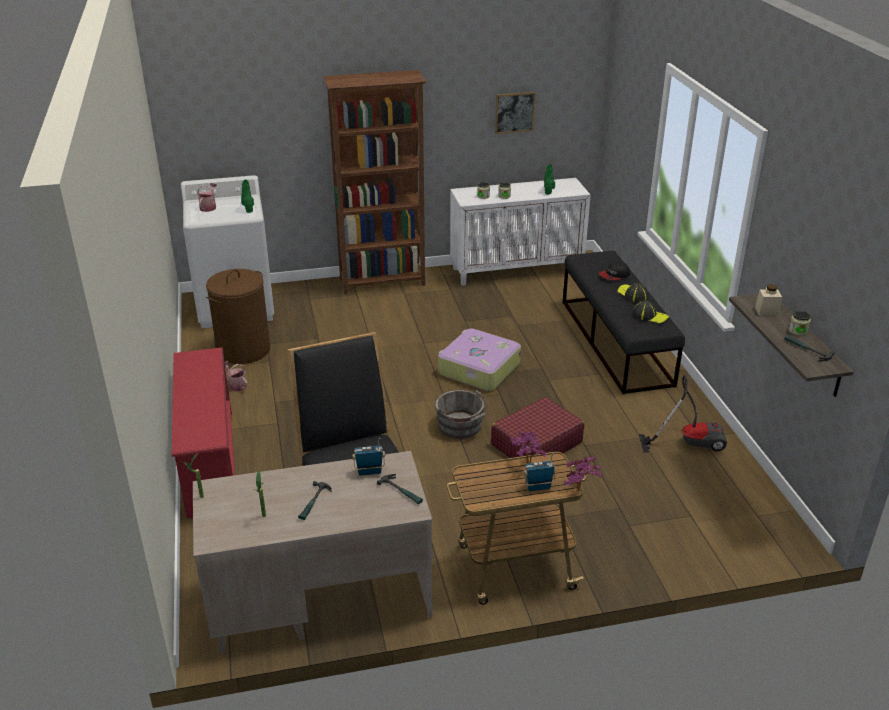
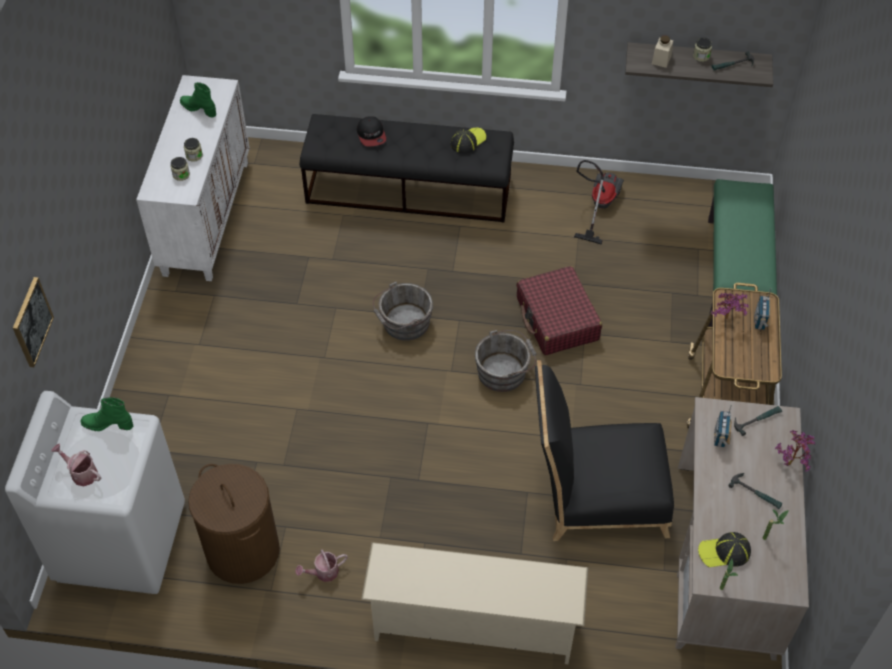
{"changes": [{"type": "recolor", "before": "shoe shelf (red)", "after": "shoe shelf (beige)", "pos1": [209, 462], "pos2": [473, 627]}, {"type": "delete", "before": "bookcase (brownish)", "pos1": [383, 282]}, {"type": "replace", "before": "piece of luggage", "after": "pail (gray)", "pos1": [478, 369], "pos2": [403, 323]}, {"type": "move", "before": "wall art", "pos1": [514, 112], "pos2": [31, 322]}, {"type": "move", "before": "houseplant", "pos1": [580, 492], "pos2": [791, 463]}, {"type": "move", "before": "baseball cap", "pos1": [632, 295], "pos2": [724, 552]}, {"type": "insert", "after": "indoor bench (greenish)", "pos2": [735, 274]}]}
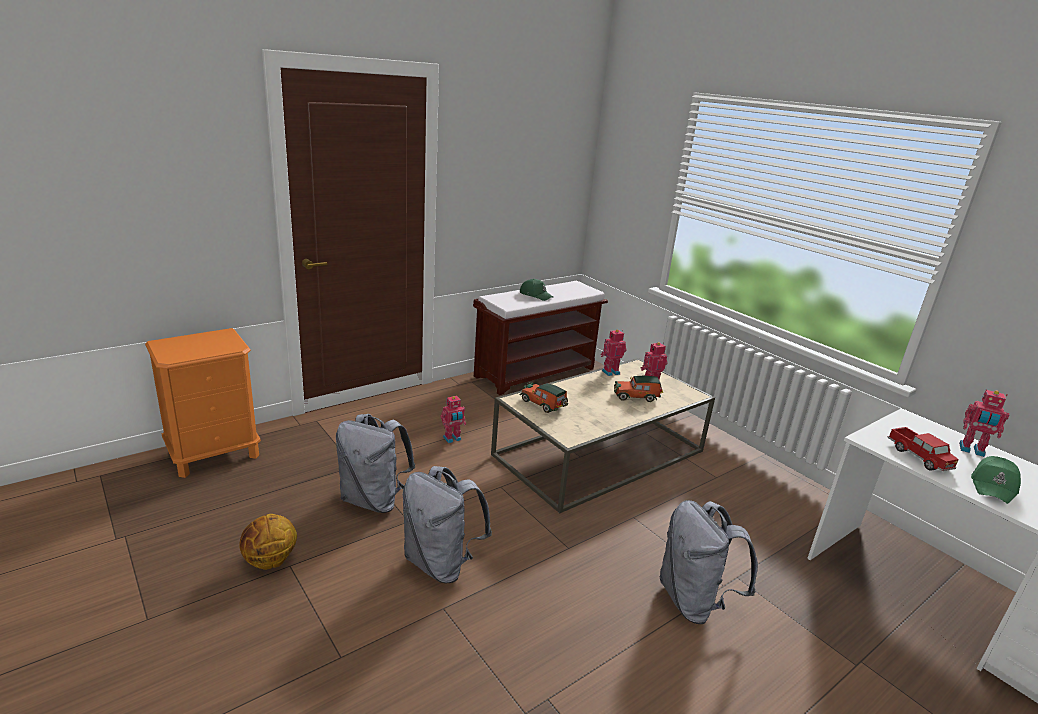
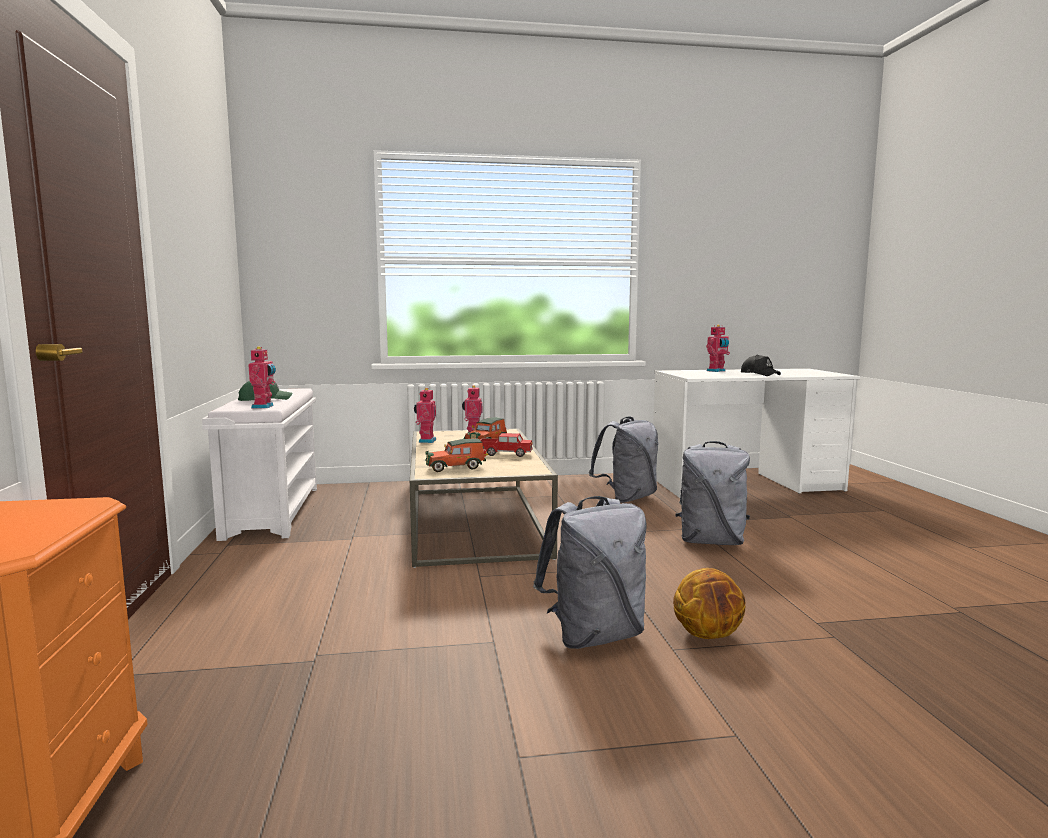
{"changes": [{"type": "move", "before": "ball for basketball", "pos1": [270, 561], "pos2": [708, 635]}, {"type": "move", "before": "rucksack (gray)", "pos1": [374, 500], "pos2": [627, 498]}, {"type": "move", "before": "model robot", "pos1": [452, 439], "pos2": [264, 407]}, {"type": "recolor", "before": "indoor bench (brownish)", "after": "indoor bench (white-coloured)", "pos1": [536, 372], "pos2": [272, 511]}, {"type": "move", "before": "model truck", "pos1": [919, 457], "pos2": [505, 454]}, {"type": "recolor", "before": "baseball cap (greenish)", "after": "baseball cap (blackish)", "pos1": [994, 486], "pos2": [760, 374]}]}
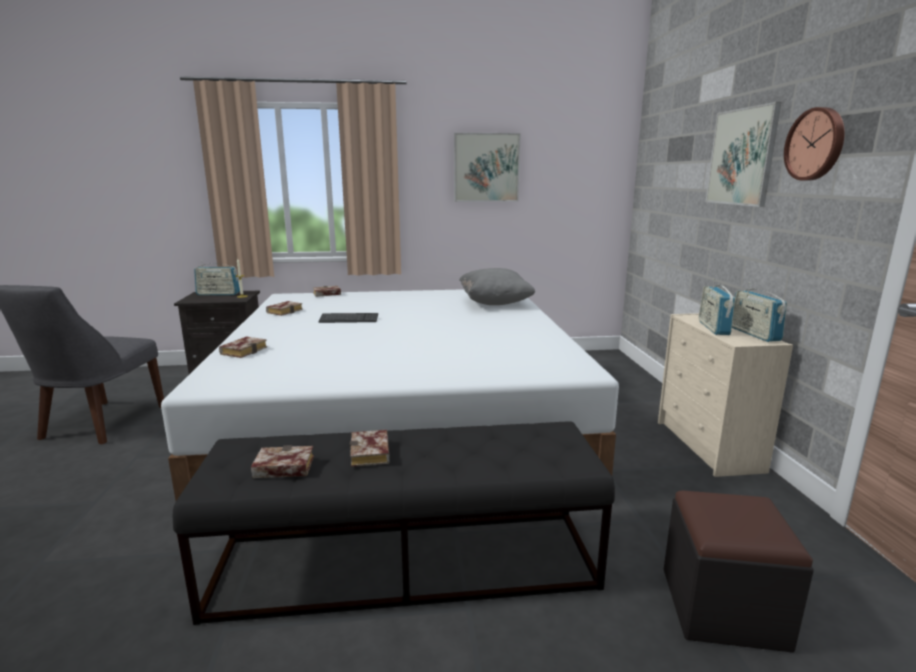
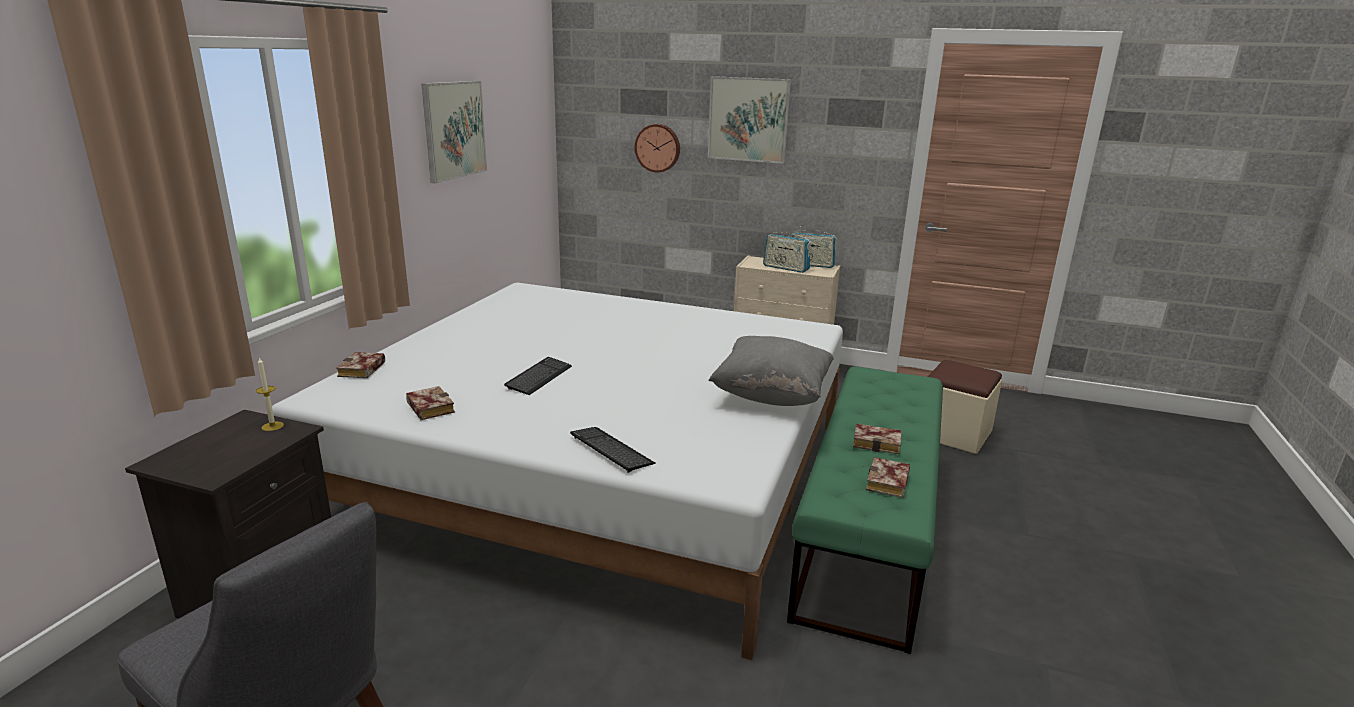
{"changes": [{"type": "recolor", "before": "indoor bench (blackish)", "after": "indoor bench (greenish)", "pos1": [407, 563], "pos2": [868, 528]}, {"type": "delete", "before": "radio", "pos1": [218, 294]}, {"type": "replace", "before": "bound book", "after": "PC keyboard", "pos1": [244, 350], "pos2": [611, 450]}, {"type": "move", "before": "throw pillow (gray)", "pos1": [495, 303], "pos2": [772, 396]}, {"type": "recolor", "before": "footrest (blackish)", "after": "footrest (beige)", "pos1": [722, 608], "pos2": [953, 434]}, {"type": "move", "before": "wall clock", "pos1": [816, 144], "pos2": [658, 148]}]}
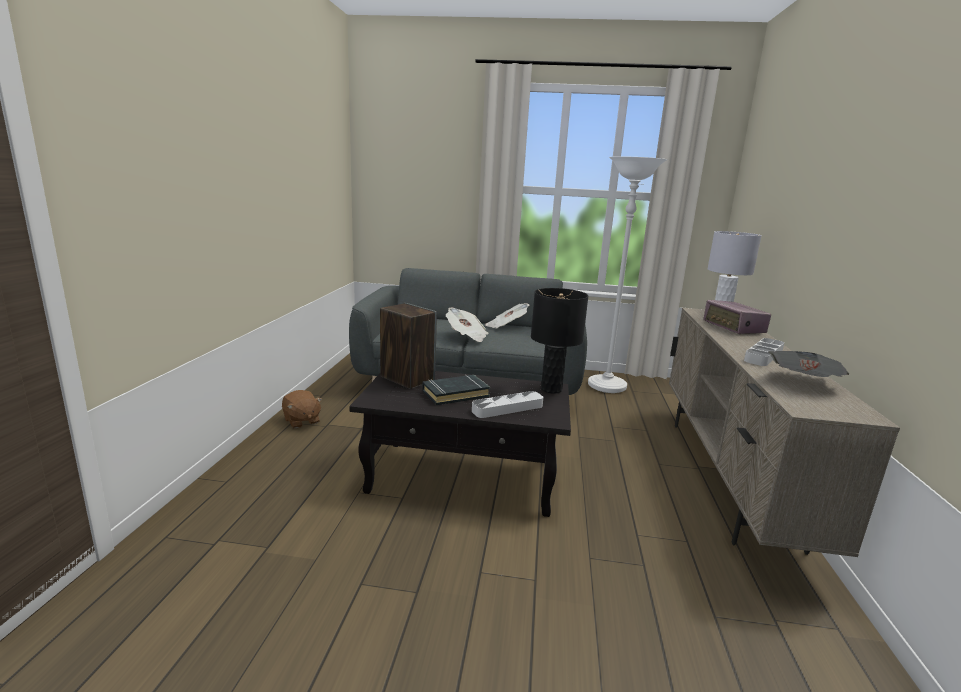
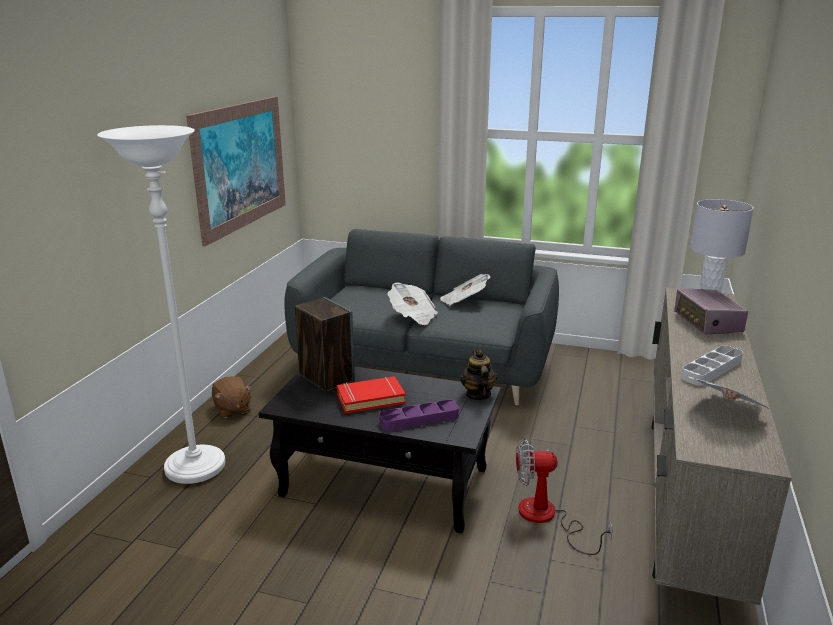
{"changes": [{"type": "recolor", "before": "bound book (blackish)", "after": "bound book (red)", "pos1": [455, 394], "pos2": [370, 399]}, {"type": "recolor", "before": "serving tray (gray)", "after": "serving tray (purple-coloured)", "pos1": [507, 408], "pos2": [419, 419]}, {"type": "replace", "before": "tabletop lamp (blackish)", "after": "pot for tea", "pos1": [551, 389], "pos2": [477, 395]}, {"type": "move", "before": "standing lamp (white-coloured)", "pos1": [607, 386], "pos2": [195, 467]}, {"type": "insert", "after": "wall art", "pos2": [241, 166]}, {"type": "insert", "after": "cooling fan", "pos2": [547, 518]}]}
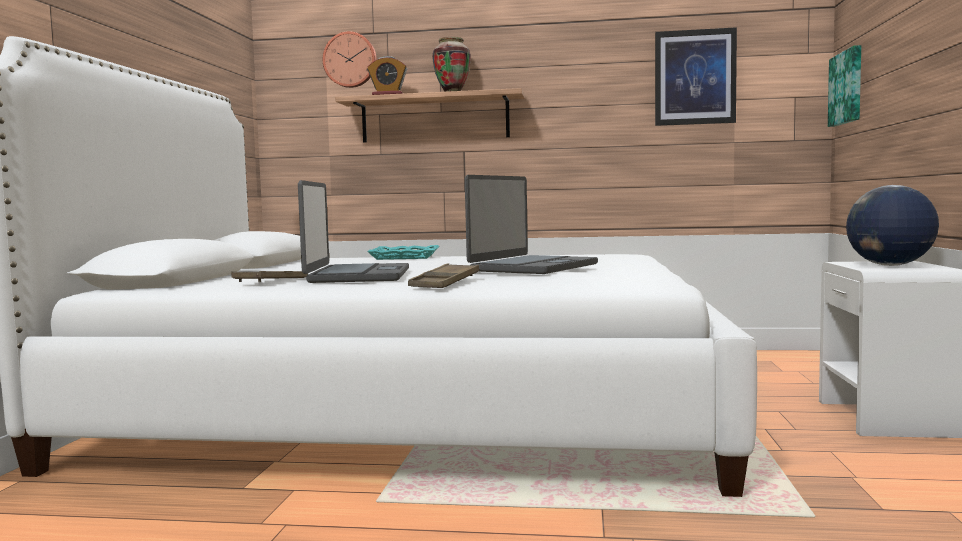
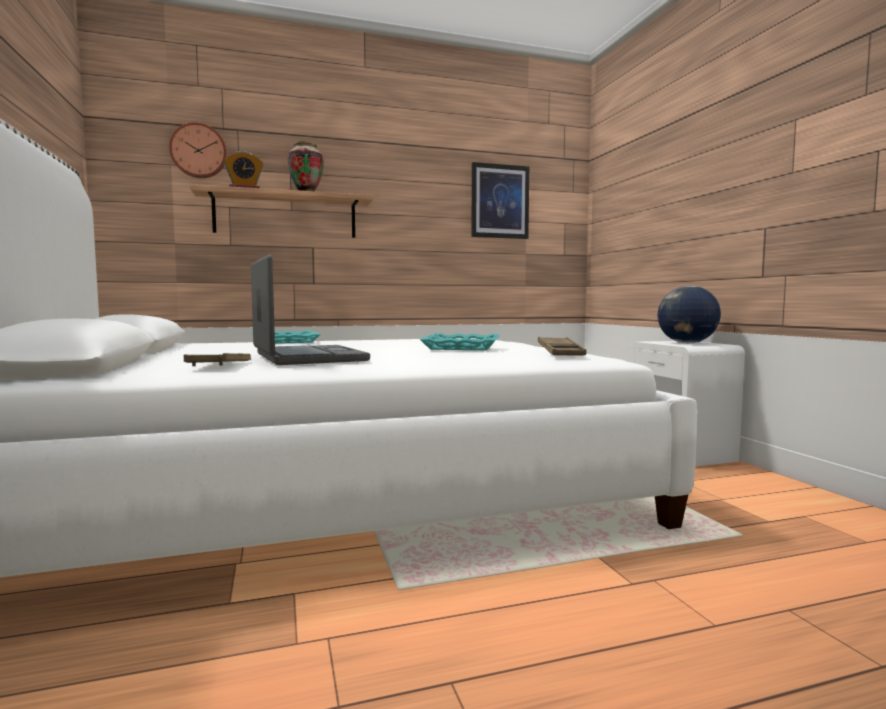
{"changes": [{"type": "move", "before": "serving tray (brownish)", "pos1": [445, 283], "pos2": [560, 352]}, {"type": "replace", "before": "notebook computer", "after": "serving tray (turquoise-coloured)", "pos1": [532, 267], "pos2": [461, 347]}, {"type": "delete", "before": "wall art", "pos1": [847, 88]}]}
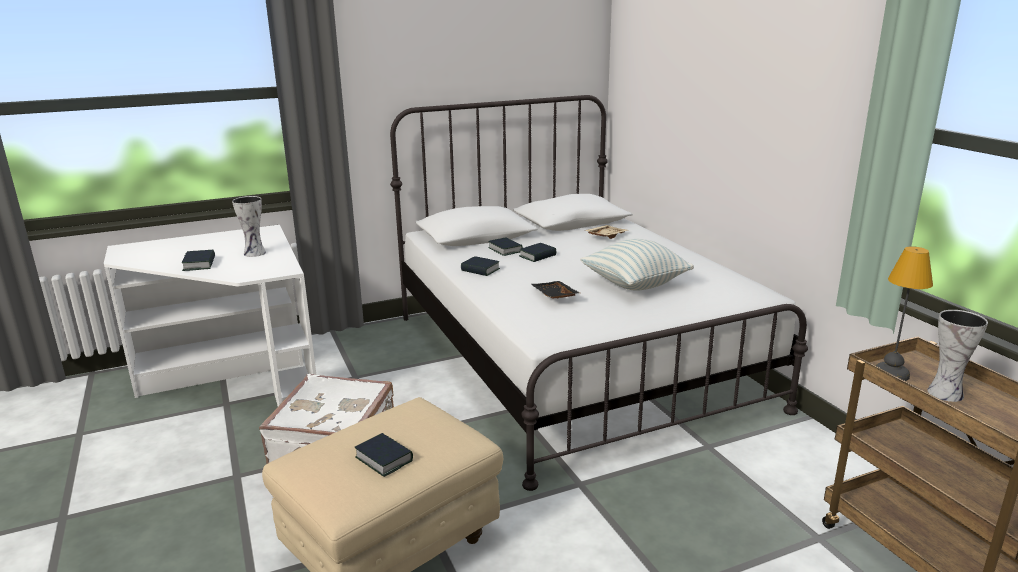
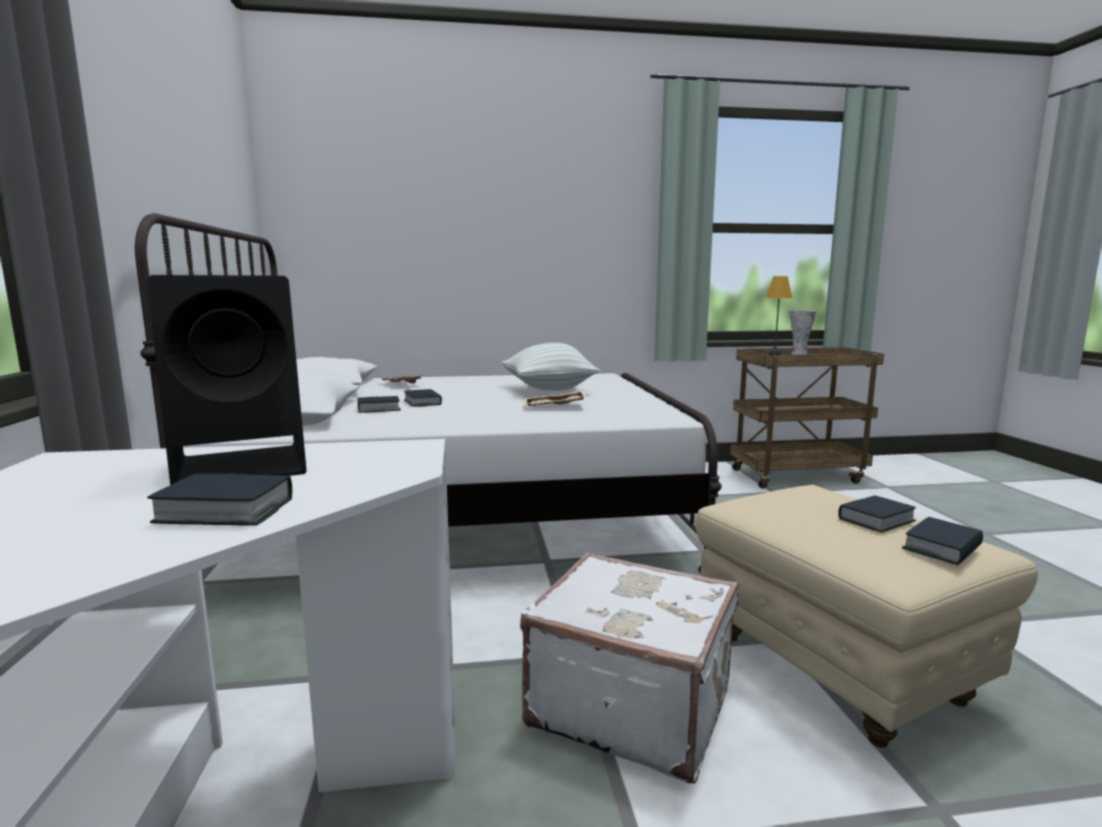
{"changes": [{"type": "replace", "before": "flower vase", "after": "audio speaker (blackish)", "pos1": [255, 253], "pos2": [246, 465]}, {"type": "move", "before": "bound book", "pos1": [480, 270], "pos2": [942, 548]}, {"type": "recolor", "before": "serving tray (blackish)", "after": "serving tray (beige)", "pos1": [553, 296], "pos2": [554, 407]}]}
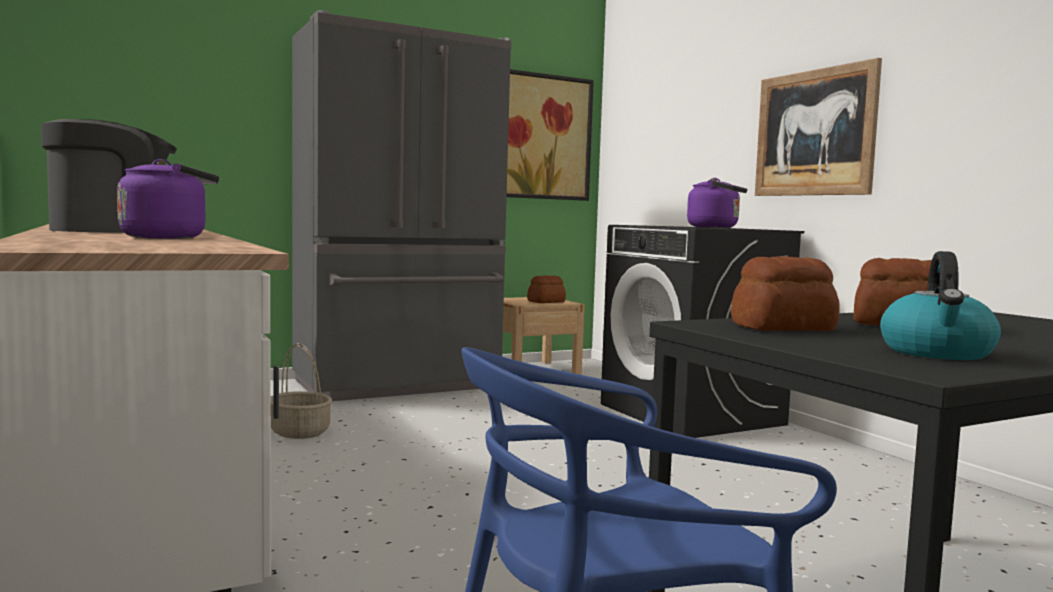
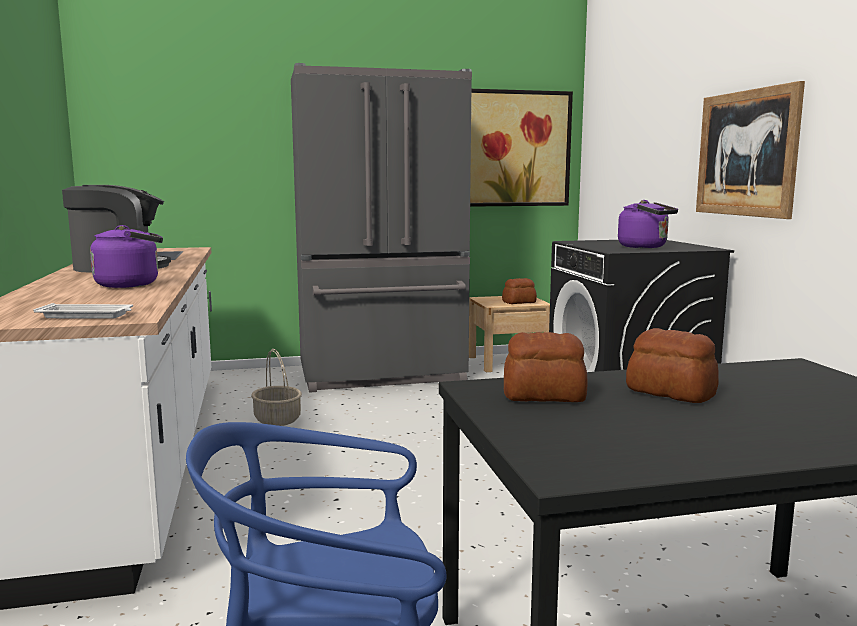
{"changes": [{"type": "delete", "before": "water kettle", "pos1": [937, 353]}, {"type": "insert", "after": "serving tray (white-coloured)", "pos2": [87, 316]}]}
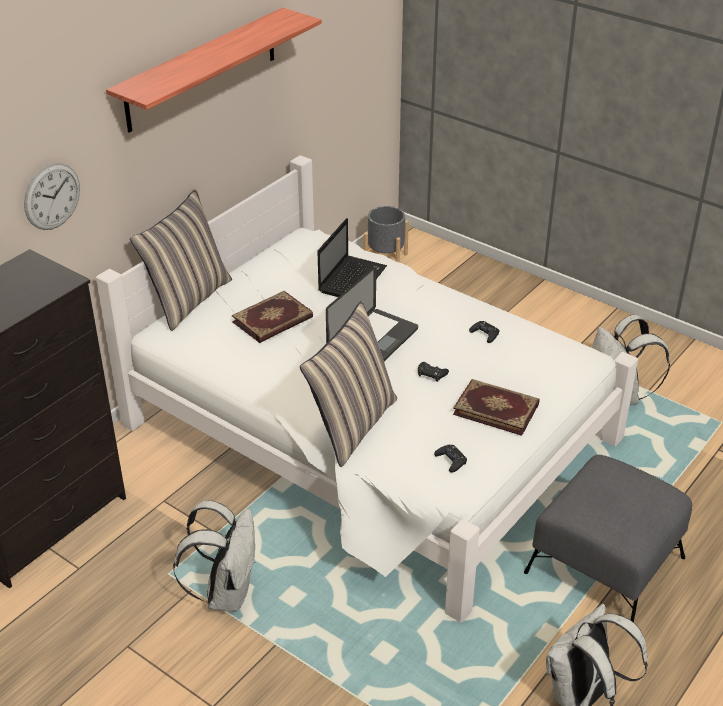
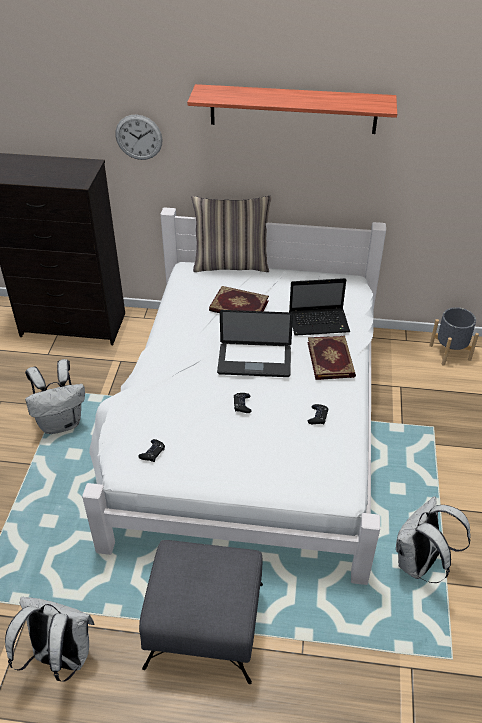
{"changes": [{"type": "delete", "before": "throw pillow", "pos1": [352, 425]}, {"type": "move", "before": "bound book", "pos1": [496, 408], "pos2": [331, 359]}]}
